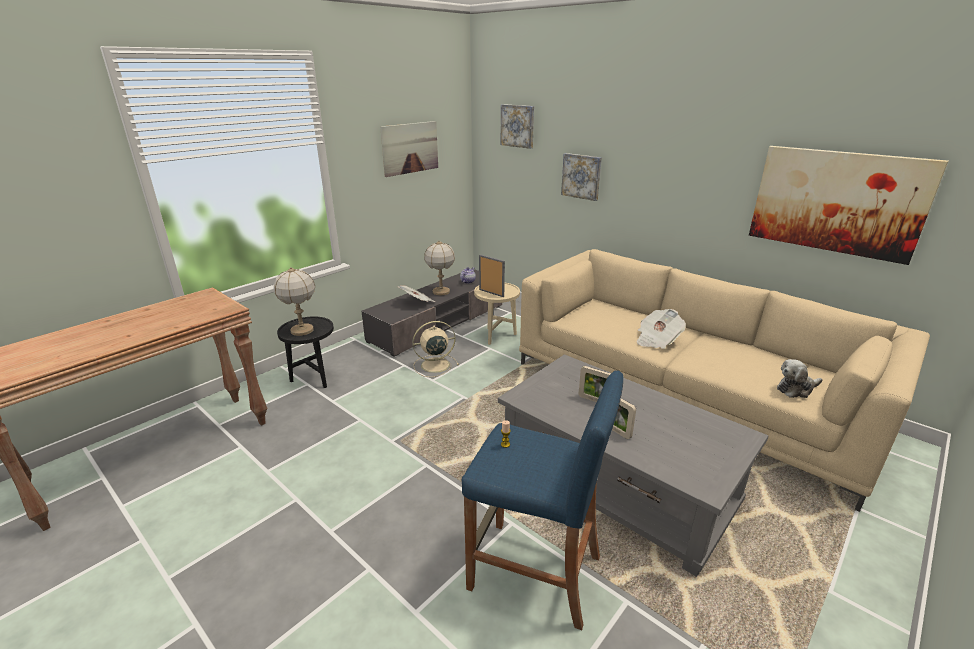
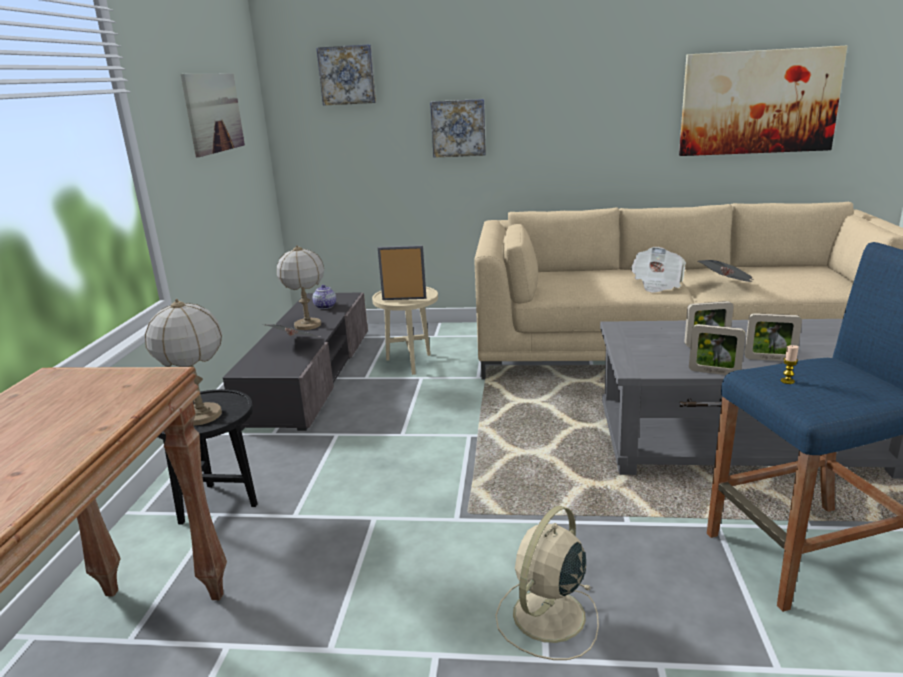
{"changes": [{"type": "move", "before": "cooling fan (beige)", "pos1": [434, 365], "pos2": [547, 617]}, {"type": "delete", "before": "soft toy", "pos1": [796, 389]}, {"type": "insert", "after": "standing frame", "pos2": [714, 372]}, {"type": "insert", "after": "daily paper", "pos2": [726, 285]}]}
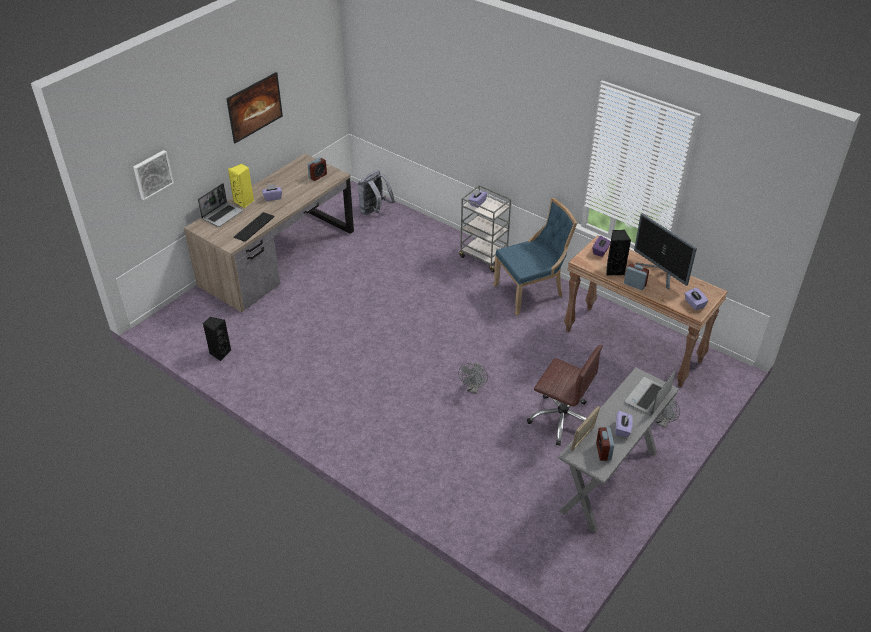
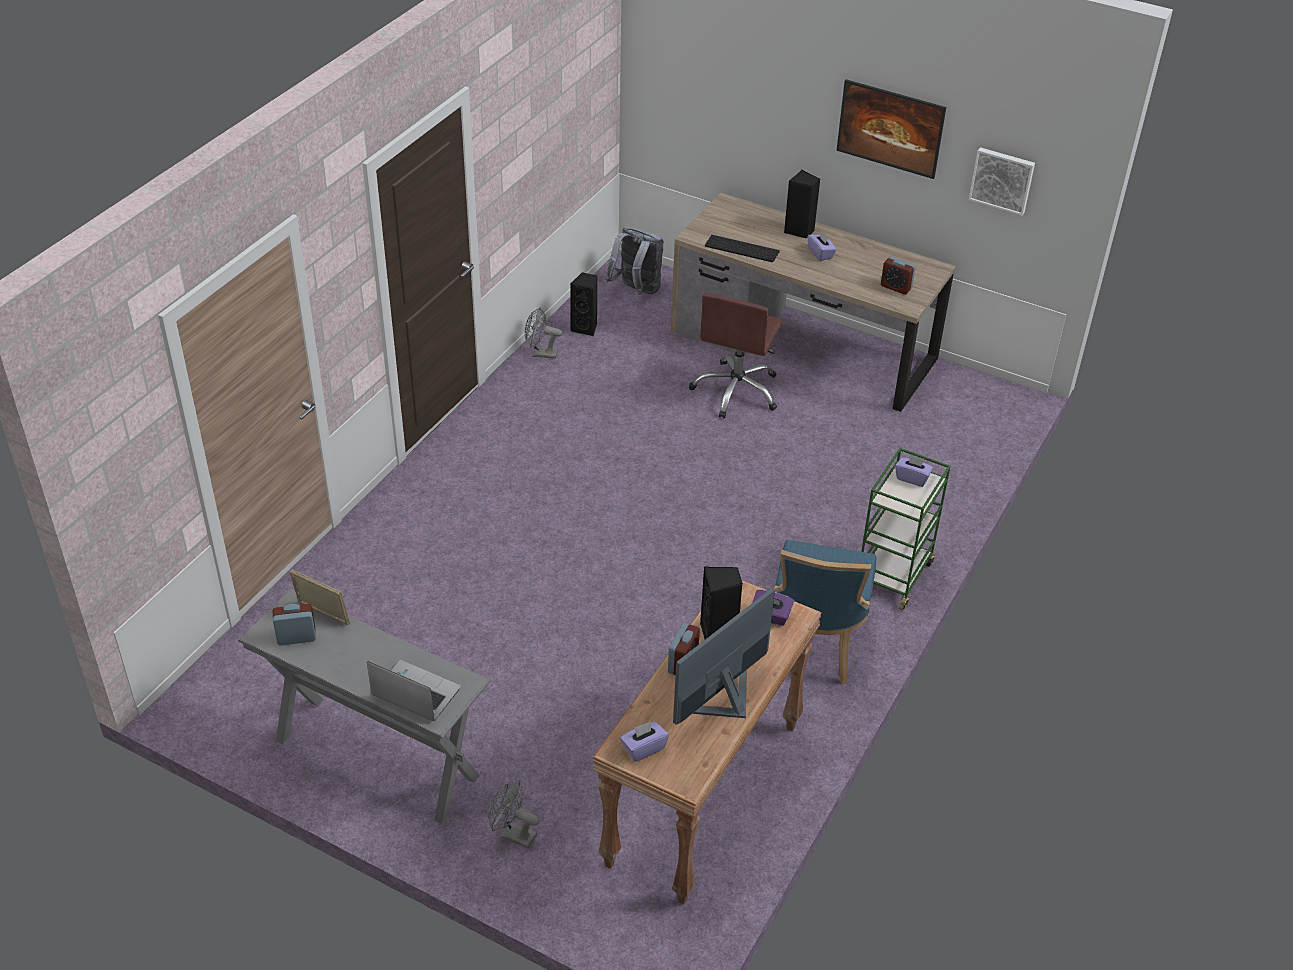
{"changes": [{"type": "move", "before": "wall art", "pos1": [152, 174], "pos2": [1002, 180]}, {"type": "delete", "before": "notebook computer", "pos1": [222, 215]}, {"type": "recolor", "before": "audio speaker (yellow)", "after": "audio speaker (blackish)", "pos1": [244, 202], "pos2": [799, 231]}, {"type": "move", "before": "rucksack (gray)", "pos1": [374, 211], "pos2": [636, 290]}, {"type": "move", "before": "cooling fan (gray)", "pos1": [473, 389], "pos2": [541, 354]}, {"type": "recolor", "before": "wheeled cart (gray)", "after": "wheeled cart (greenish)", "pos1": [484, 257], "pos2": [892, 575]}, {"type": "rotate", "before": "plain chair (blue)", "pos1": [531, 292], "pos2": [815, 644], "turn": 45}, {"type": "move", "before": "desk chair (brownish)", "pos1": [562, 419], "pos2": [737, 391]}, {"type": "delete", "before": "tissue box (purple-coloured)", "pos1": [622, 429]}]}
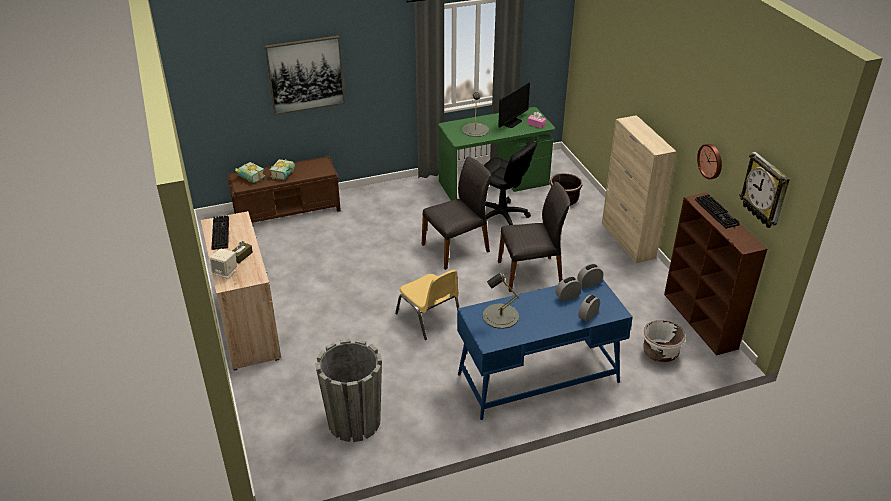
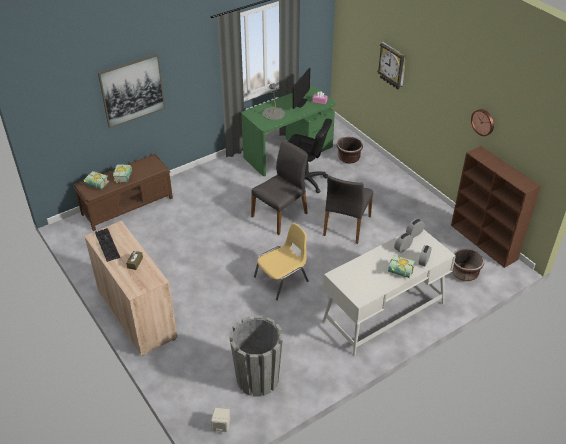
{"changes": [{"type": "move", "before": "audio speaker (beige)", "pos1": [225, 272], "pos2": [221, 426]}, {"type": "rotate", "before": "plain chair (yellow)", "pos1": [429, 318], "pos2": [282, 279], "turn": -75}, {"type": "recolor", "before": "desk (blue)", "after": "desk (white-coloured)", "pos1": [537, 377], "pos2": [383, 312]}, {"type": "delete", "before": "tabletop lamp (gray)", "pos1": [500, 316]}, {"type": "rotate", "before": "plain chair (gray)", "pos1": [530, 273], "pos2": [346, 226], "turn": 135}, {"type": "delete", "before": "cupboard (beige)", "pos1": [628, 240]}, {"type": "recolor", "before": "planter (white-coloured)", "after": "planter (brownish)", "pos1": [660, 353], "pos2": [464, 273]}, {"type": "delete", "before": "PC keyboard", "pos1": [718, 212]}, {"type": "move", "before": "wall clock", "pos1": [765, 191], "pos2": [392, 66]}, {"type": "insert", "after": "bound book", "pos2": [399, 273]}]}
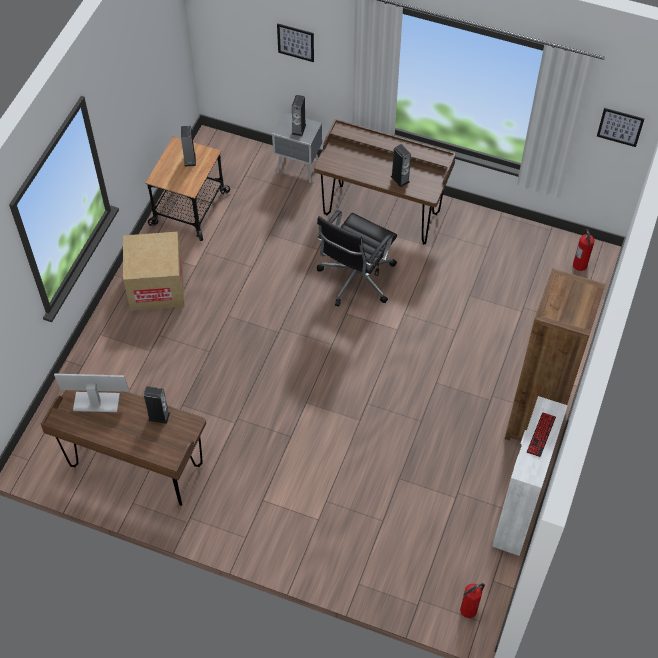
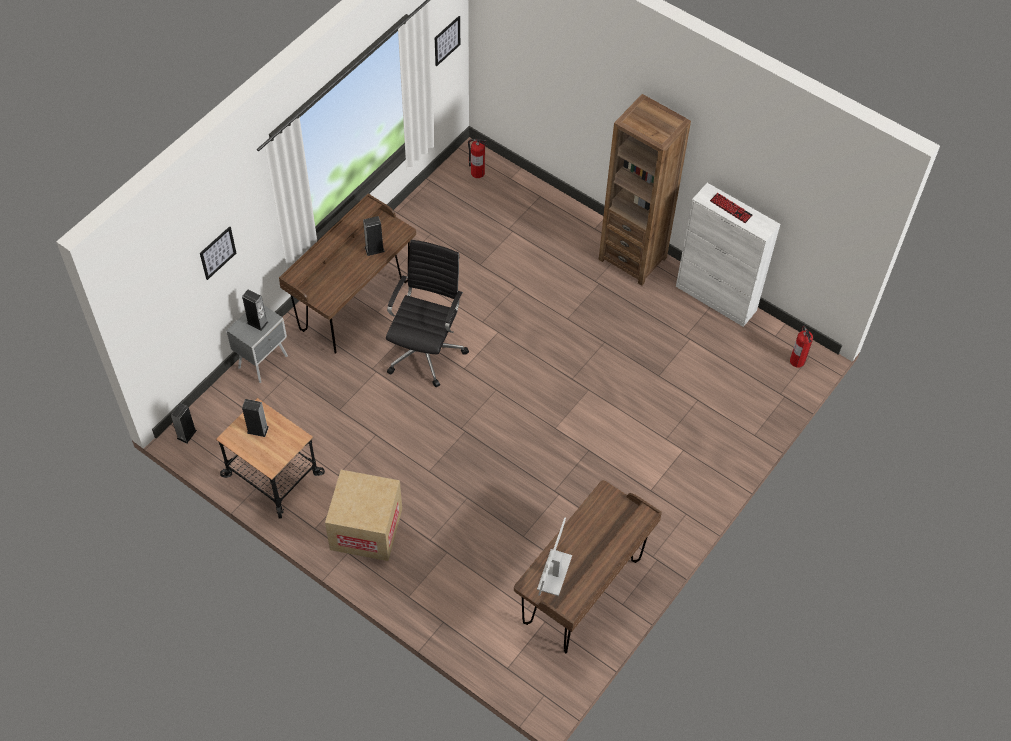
{"changes": [{"type": "move", "before": "audio speaker", "pos1": [159, 416], "pos2": [186, 434]}, {"type": "rotate", "before": "desk chair (blackish)", "pos1": [355, 279], "pos2": [426, 349], "turn": -120}]}
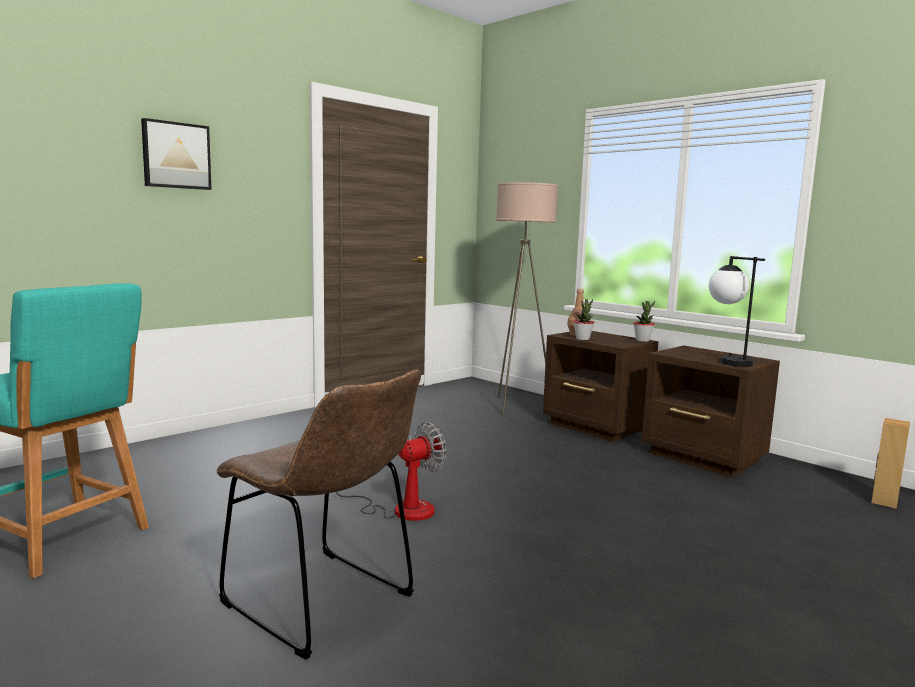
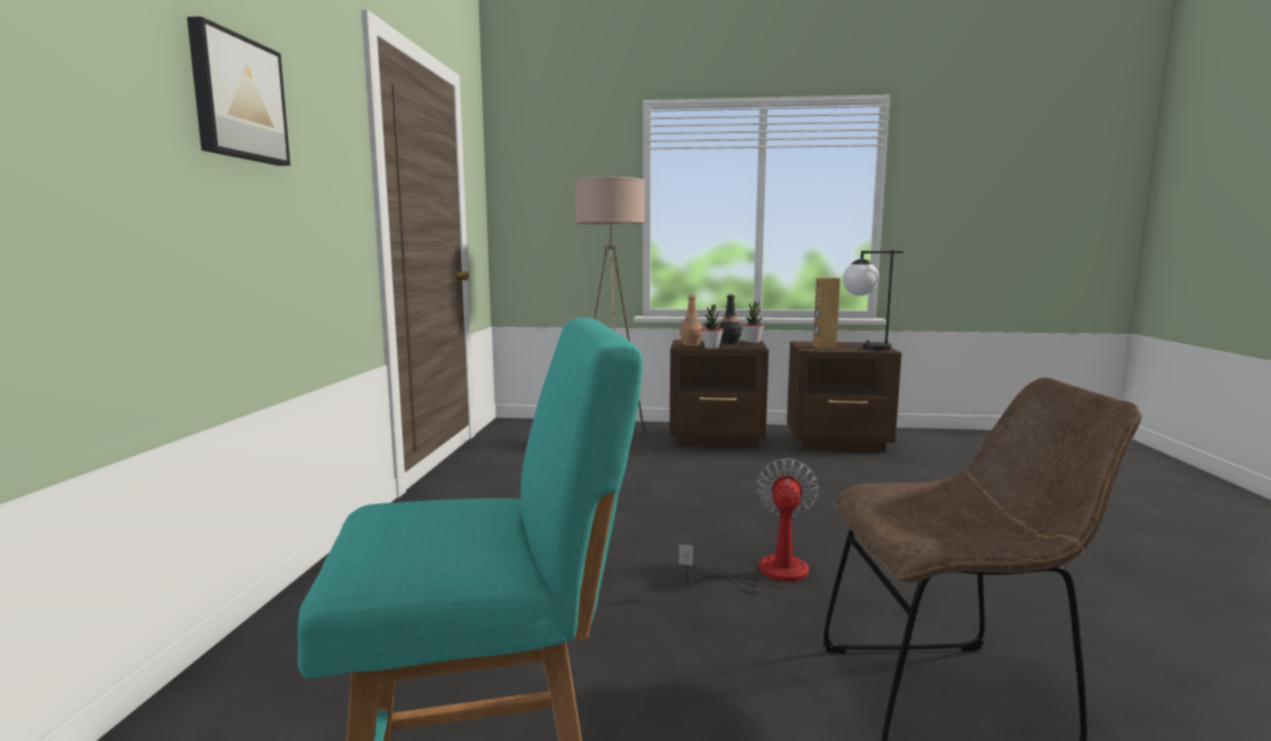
{"changes": [{"type": "move", "before": "audio speaker (brownish)", "pos1": [884, 501], "pos2": [824, 347]}, {"type": "insert", "after": "bottle (blackish)", "pos2": [729, 343]}]}
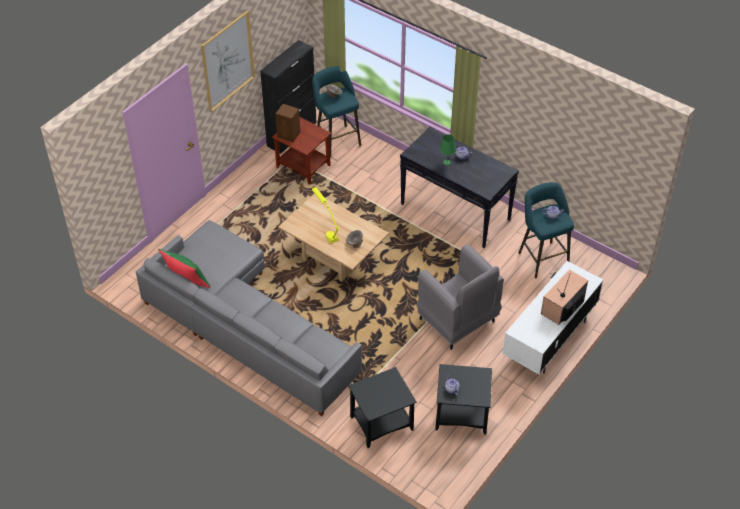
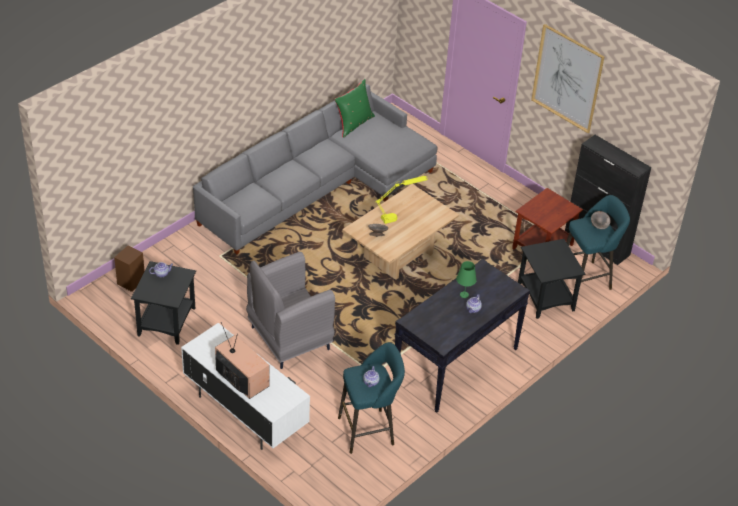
{"changes": [{"type": "move", "before": "audio speaker (brownish)", "pos1": [289, 135], "pos2": [130, 282]}, {"type": "move", "before": "side table (blackish)", "pos1": [382, 424], "pos2": [545, 297]}]}
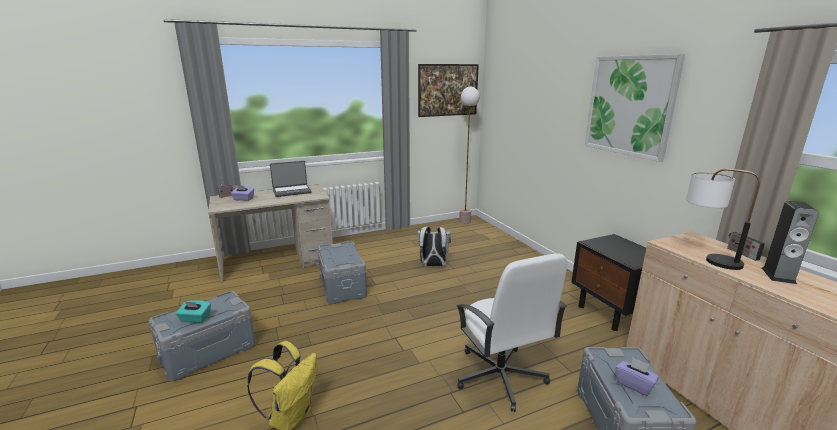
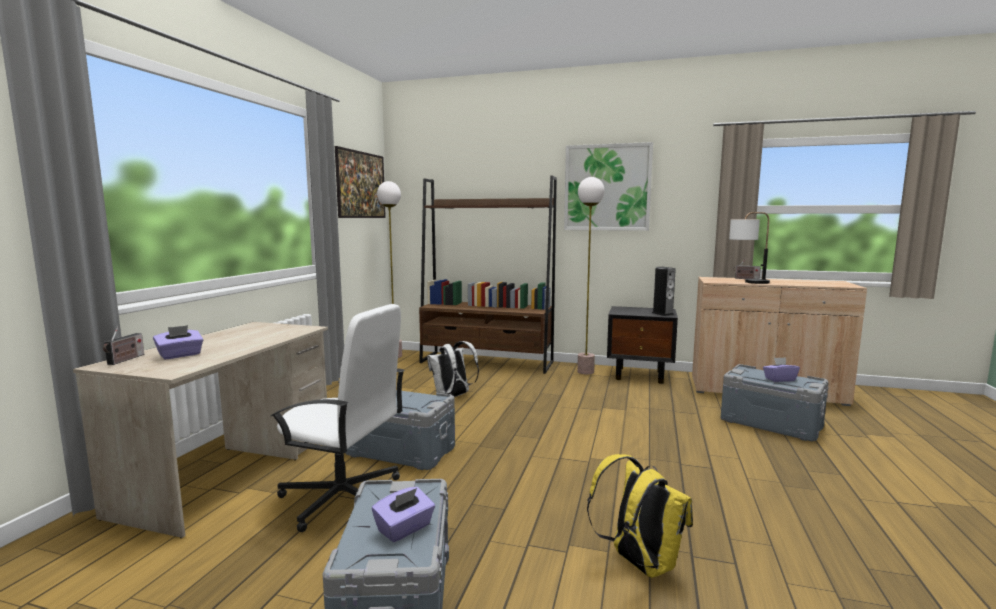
{"changes": [{"type": "recolor", "before": "tissue box (turquoise-coloured)", "after": "tissue box (purple-coloured)", "pos1": [195, 319], "pos2": [405, 528]}, {"type": "delete", "before": "notebook computer", "pos1": [292, 191]}, {"type": "move", "before": "desk chair (white-coloured)", "pos1": [500, 377], "pos2": [343, 498]}, {"type": "move", "before": "audio speaker", "pos1": [778, 275], "pos2": [662, 313]}, {"type": "insert", "after": "bookcase (brownish)", "pos2": [487, 362]}, {"type": "insert", "after": "standing lamp", "pos2": [585, 372]}]}
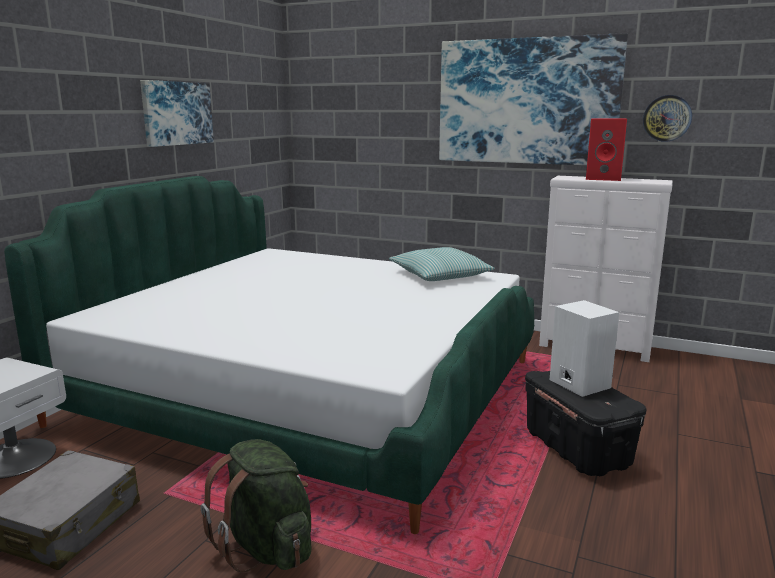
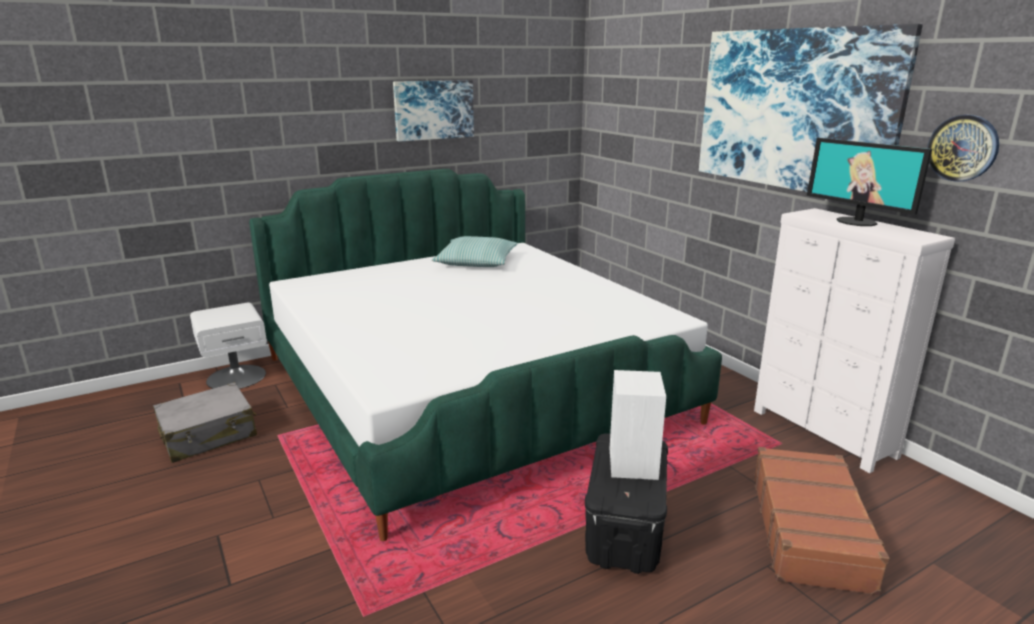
{"changes": [{"type": "delete", "before": "rucksack (greenish)", "pos1": [266, 547]}, {"type": "move", "before": "throw pillow", "pos1": [440, 275], "pos2": [476, 262]}, {"type": "replace", "before": "audio speaker (red)", "after": "computer display", "pos1": [604, 178], "pos2": [857, 222]}, {"type": "insert", "after": "piece of luggage (brownish)", "pos2": [810, 530]}]}
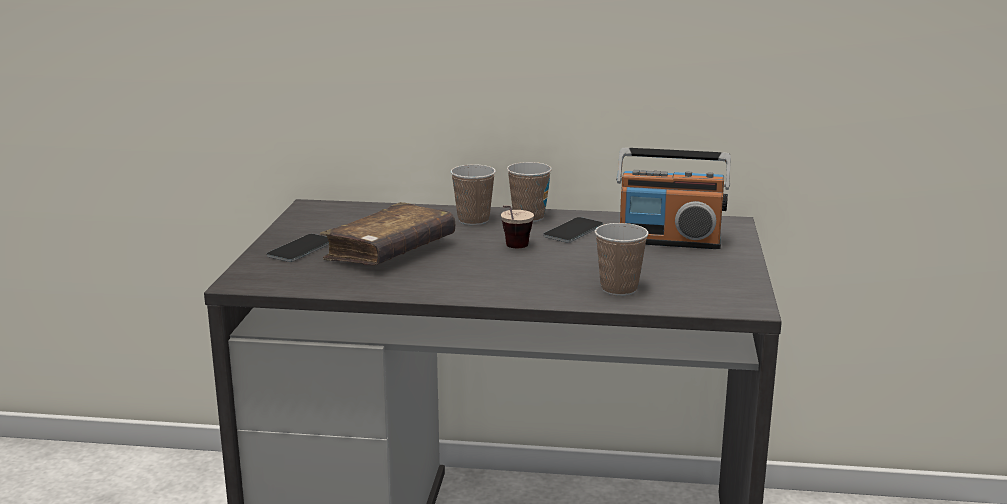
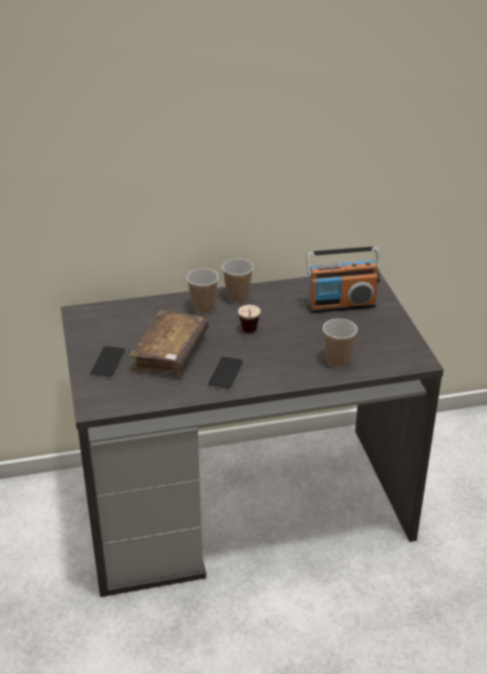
{"changes": [{"type": "move", "before": "telephone", "pos1": [573, 231], "pos2": [225, 374]}]}
